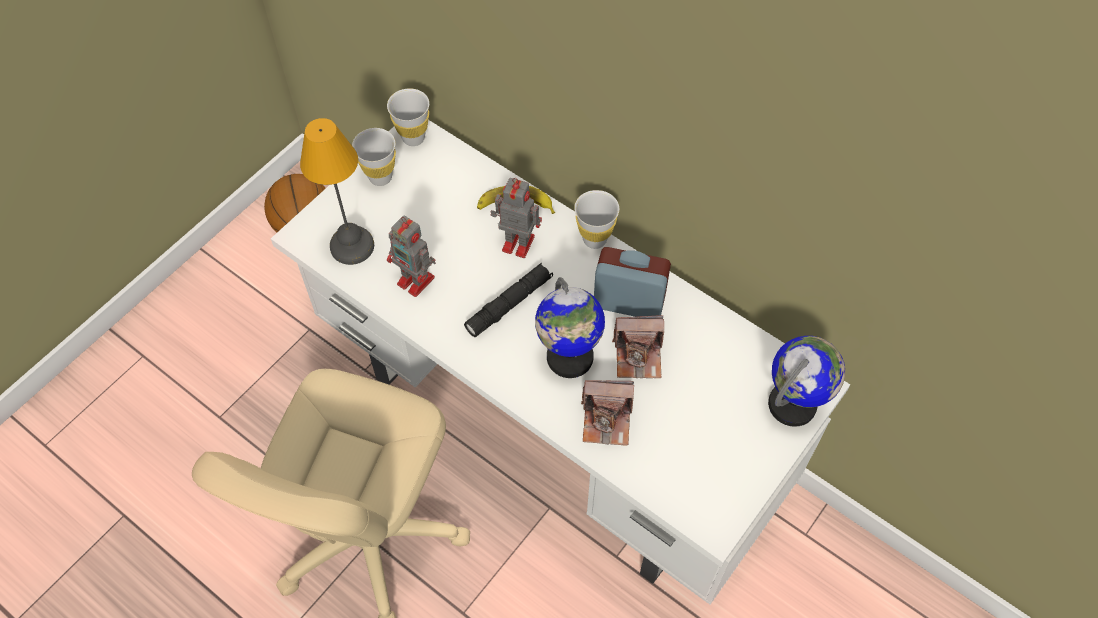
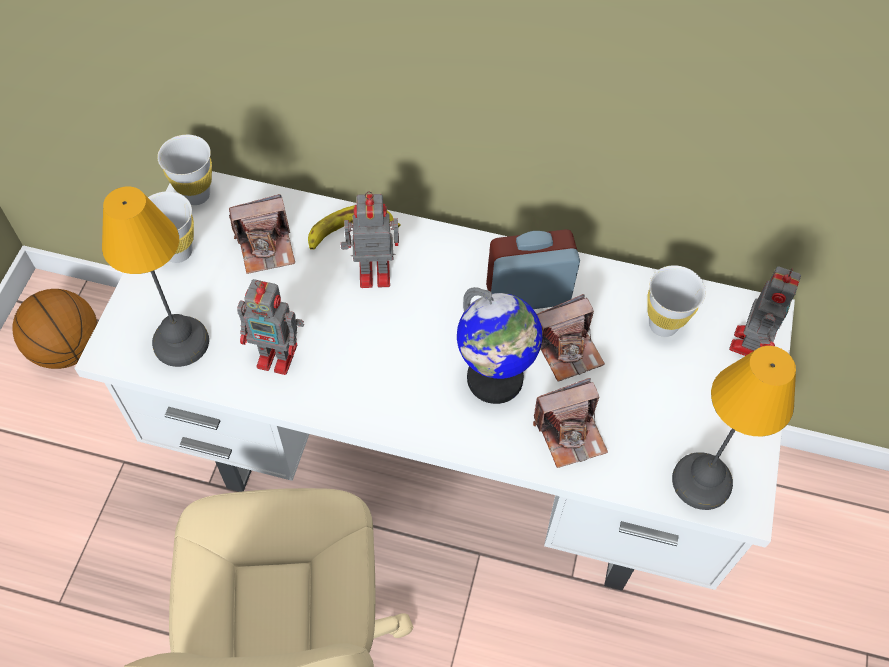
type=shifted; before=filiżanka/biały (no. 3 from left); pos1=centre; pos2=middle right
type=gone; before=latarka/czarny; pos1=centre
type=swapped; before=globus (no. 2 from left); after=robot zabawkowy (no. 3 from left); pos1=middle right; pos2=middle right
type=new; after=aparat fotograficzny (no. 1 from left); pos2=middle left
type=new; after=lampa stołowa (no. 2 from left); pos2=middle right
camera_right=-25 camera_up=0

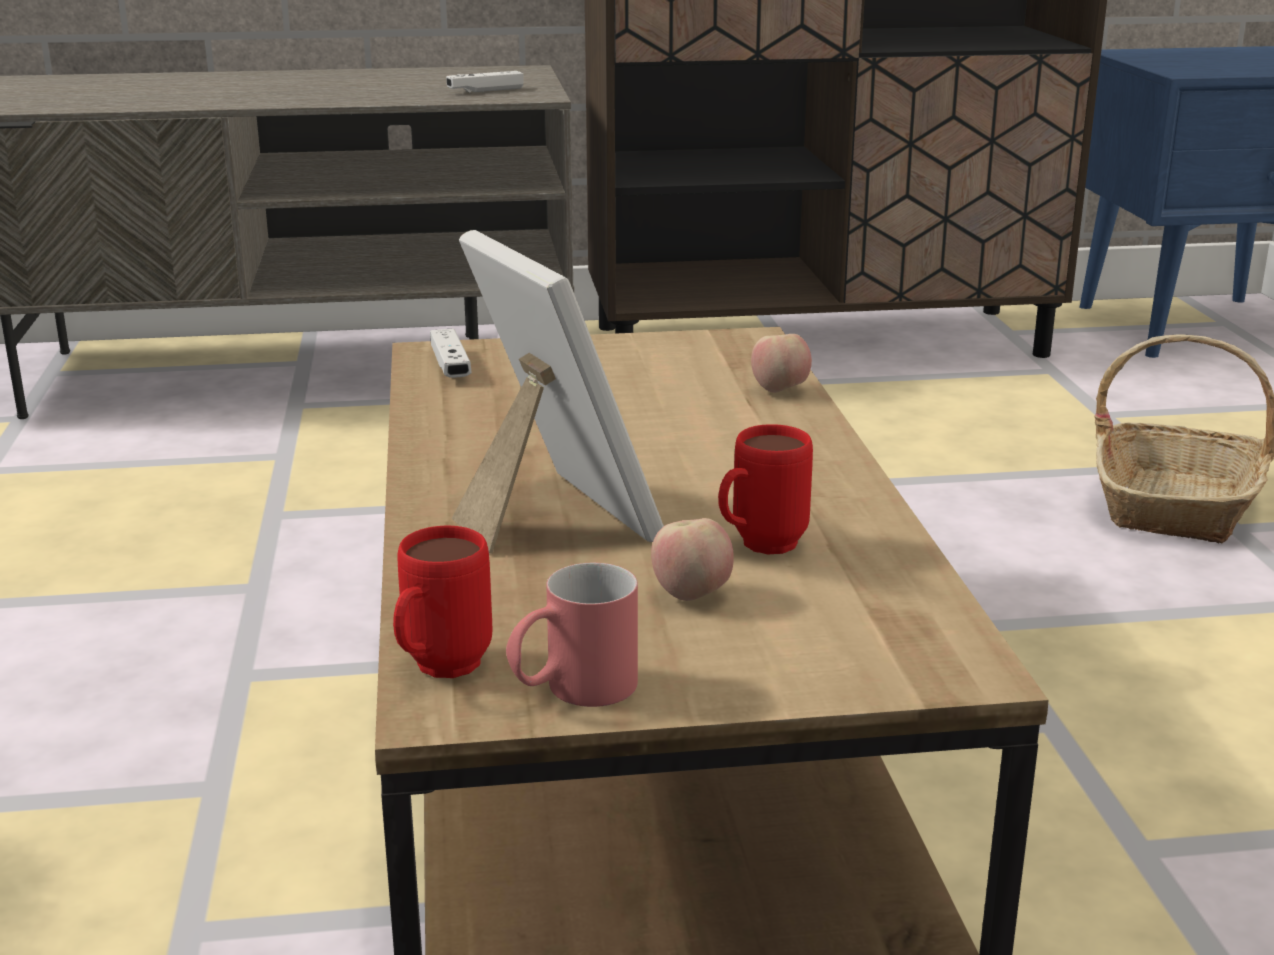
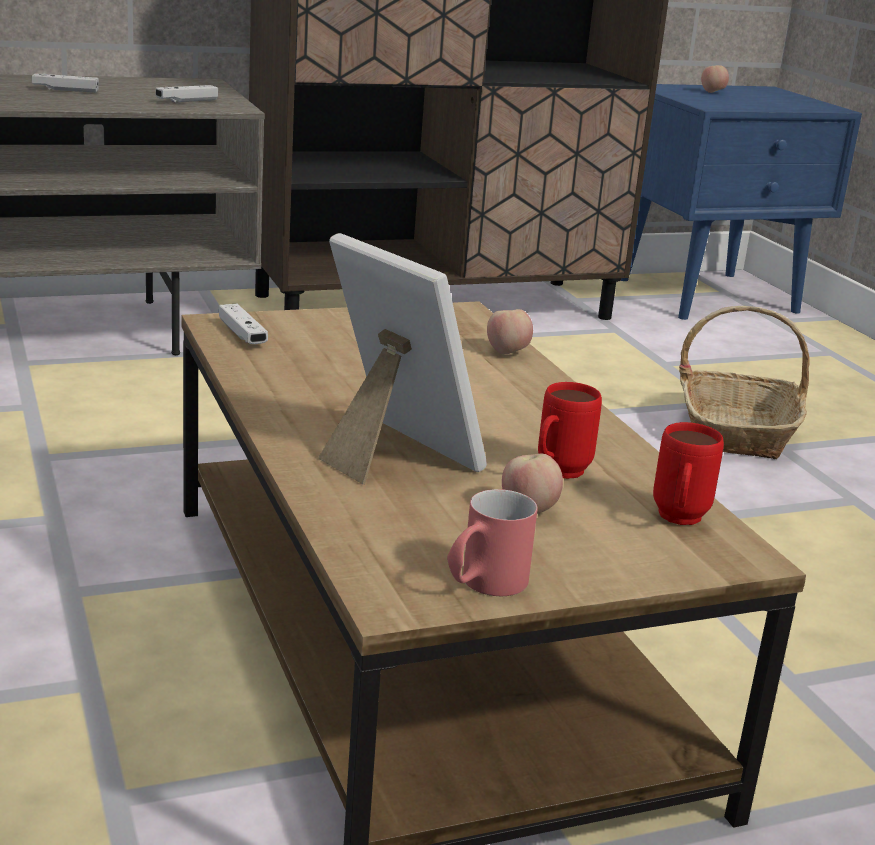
type=shifted; before=kubek/czerwony (no. 1 from left in the first image); after=kubek/czerwony (no. 3 from left); pos1=centre; pos2=middle right
type=new; after=jabłko (no. 3 from left); pos2=top right
type=new; after=pad do gier/biały (no. 1 from left); pos2=top left
camera_right=-15 camera_up=0

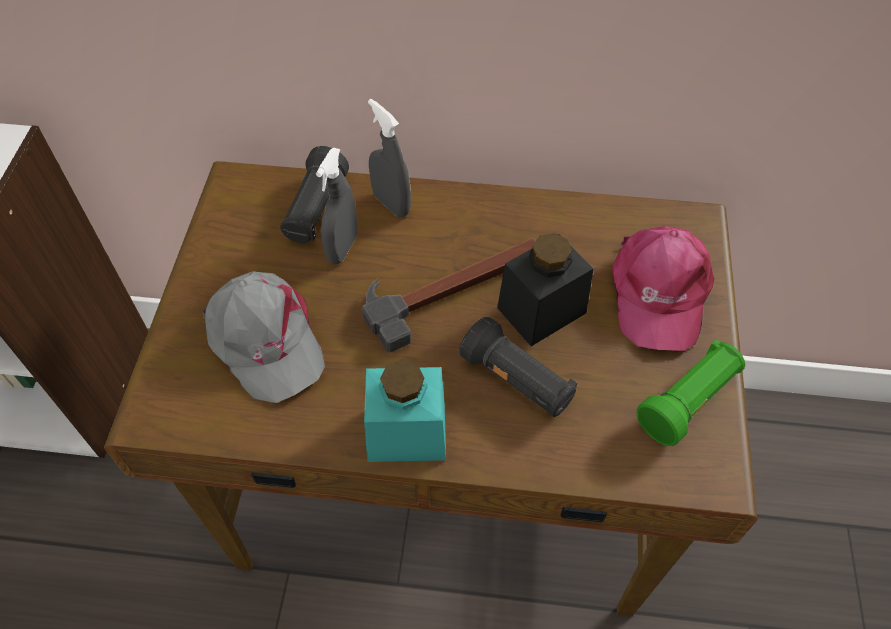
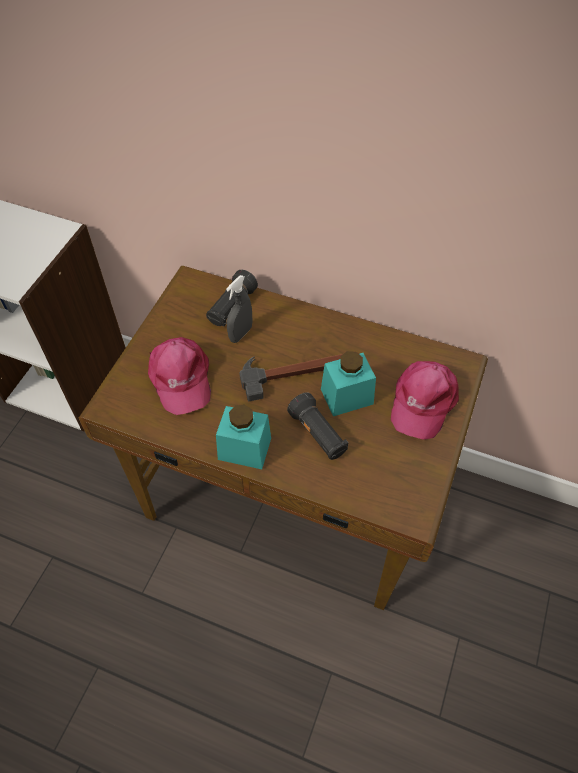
type=gone; before=spryskiwacz/szary (no. 2 from left); pos1=top centre
type=repainted; before=słoik/czarny; after=słoik/turkusowy (no. 2 from left); pos1=centre; pos2=centre
type=repainted; before=czapka z daszkiem/szary; after=czapka z daszkiem/różowy (no. 1 from left); pos1=middle left; pos2=middle left
type=gone; before=latarka/zielony; pos1=middle right
camera_right=15 camera_up=0

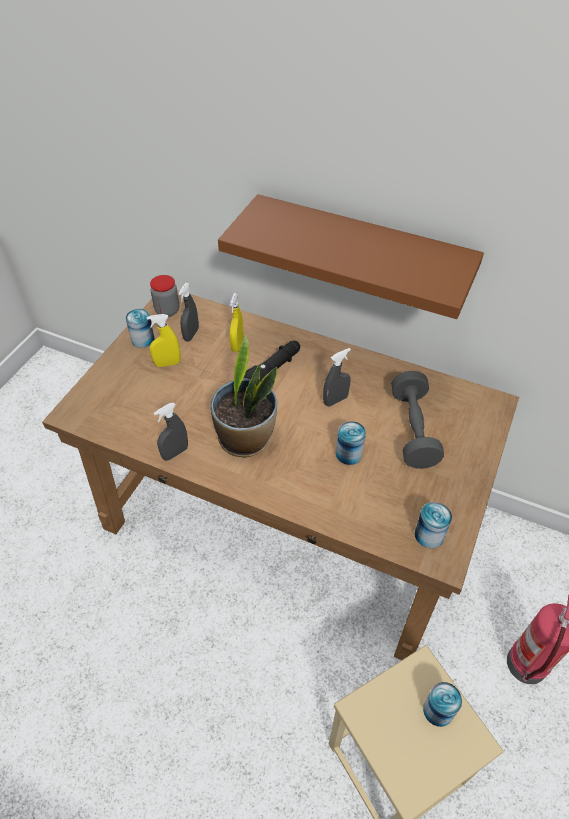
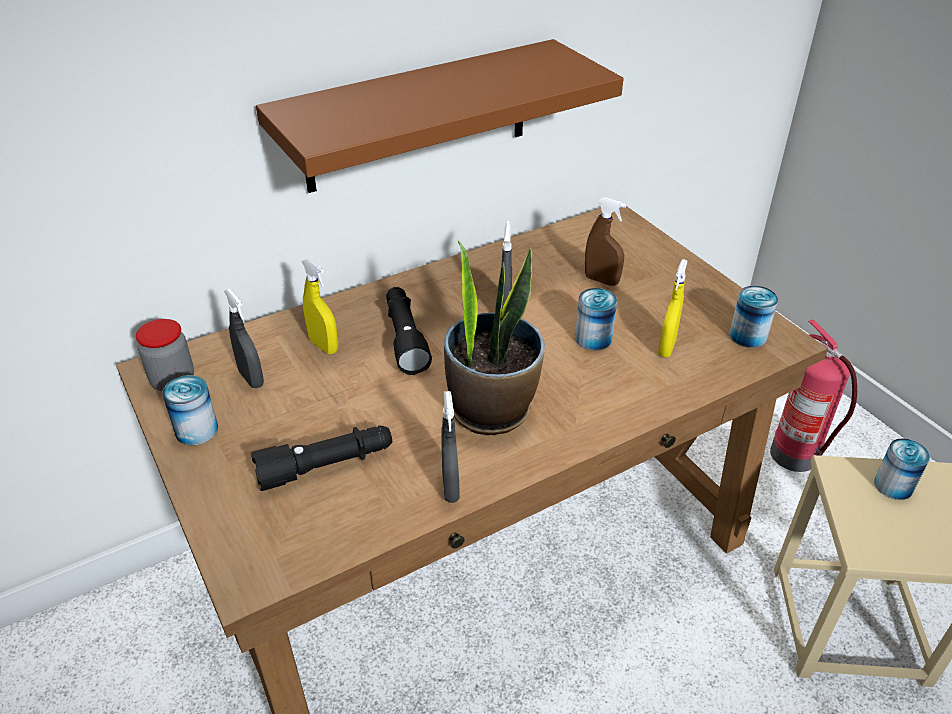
type=shifted; before=spryskiwacz/żółty (no. 1 from left in the first image); after=spryskiwacz/żółty (no. 2 from left); pos1=middle left; pos2=middle right
type=swapped; before=hantel/szary; after=spryskiwacz/brązowy; pos1=middle right; pos2=centre
type=new; after=latarka/czarny (no. 1 from left); pos2=centre
camera_right=-55 camera_up=-10

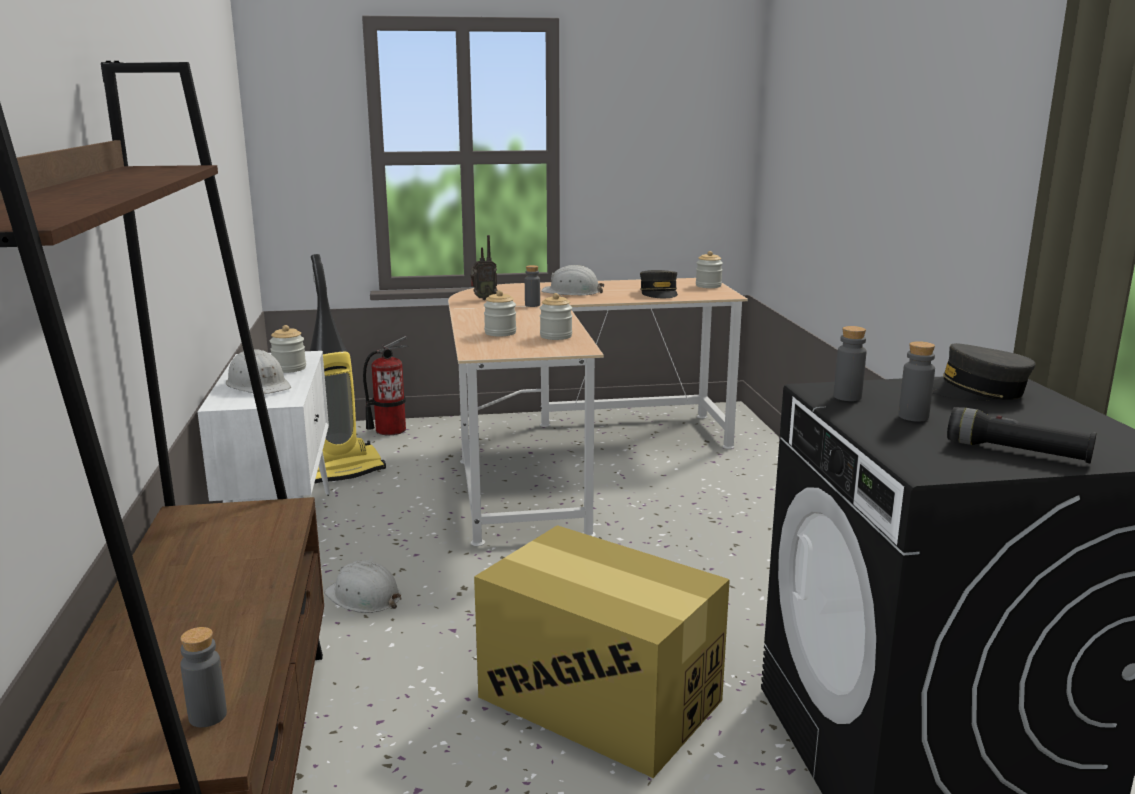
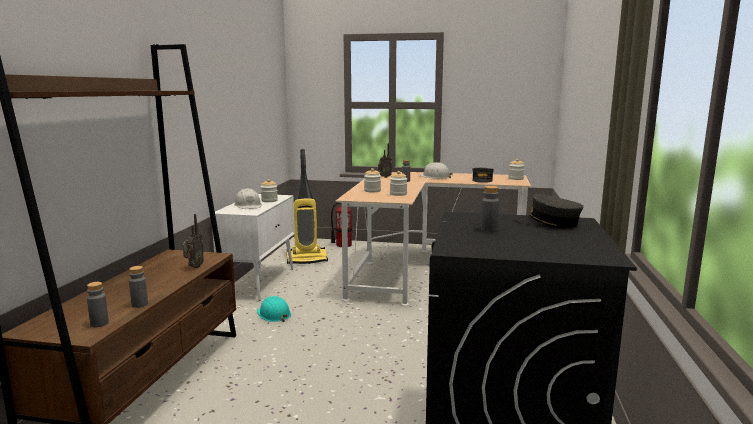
type=shifted; before=butelka/szary (no. 3 from left in the first image); after=butelka/szary (no. 2 from left); pos1=middle right; pos2=bottom left
type=gone; before=latarka/czarny; pos1=middle right
type=gone; before=karton; pos1=bottom centre
type=repainted; before=kask/biały (no. 2 from left); after=kask/turkusowy; pos1=bottom left; pos2=bottom centre
type=new; after=radio (no. 1 from left); pos2=middle left
camera_right=20 camera_up=-5

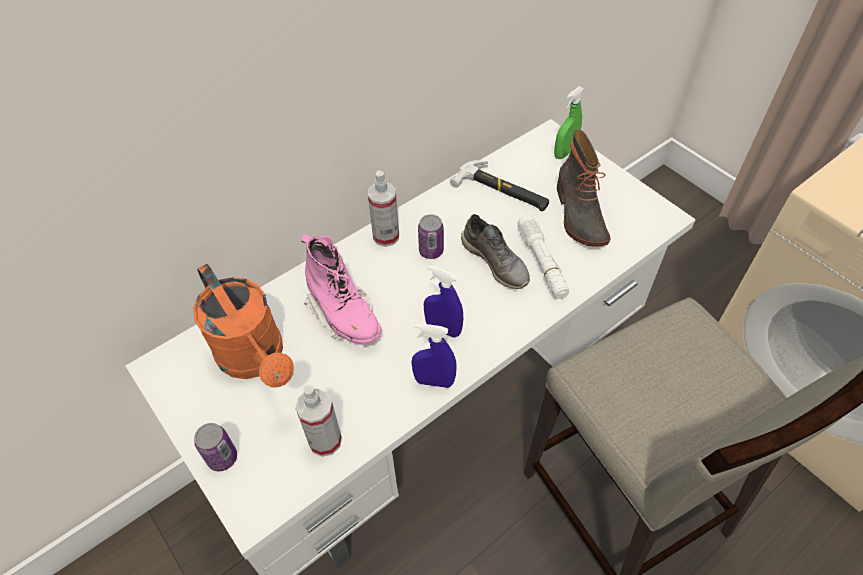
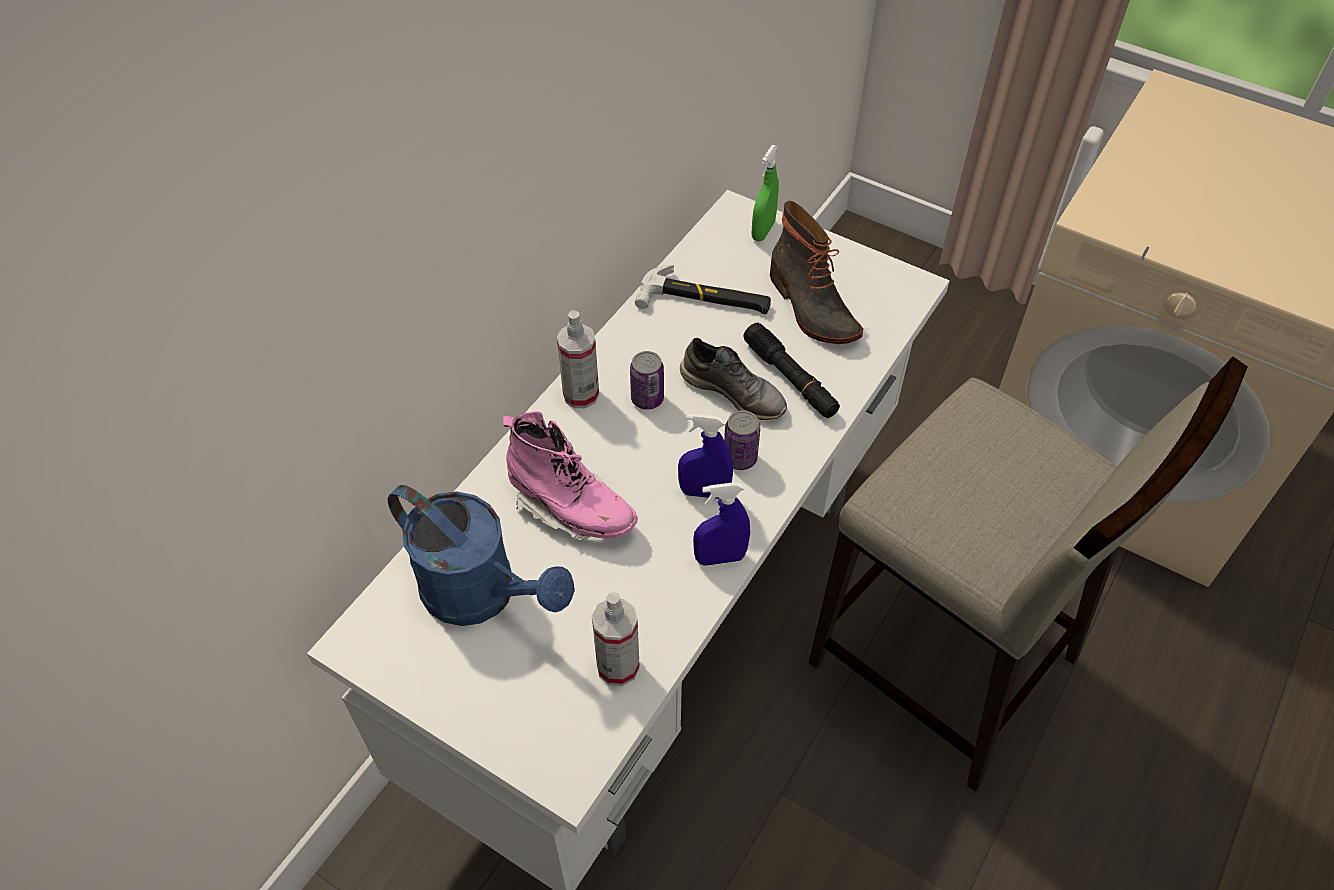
type=repainted; before=latarka/biały; after=latarka/czarny; pos1=centre; pos2=centre
type=repainted; before=konewka/pomarańczowy; after=konewka/niebieski; pos1=middle left; pos2=centre
type=shifted; before=puszka (no. 1 from left in the first image); after=puszka (no. 2 from left); pos1=bottom left; pos2=centre
camera_right=-20 camera_up=0

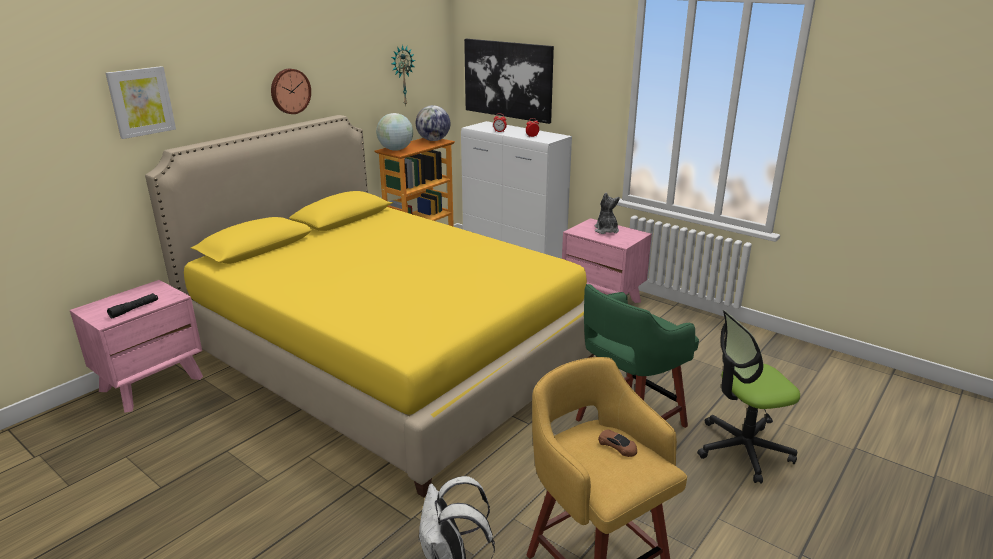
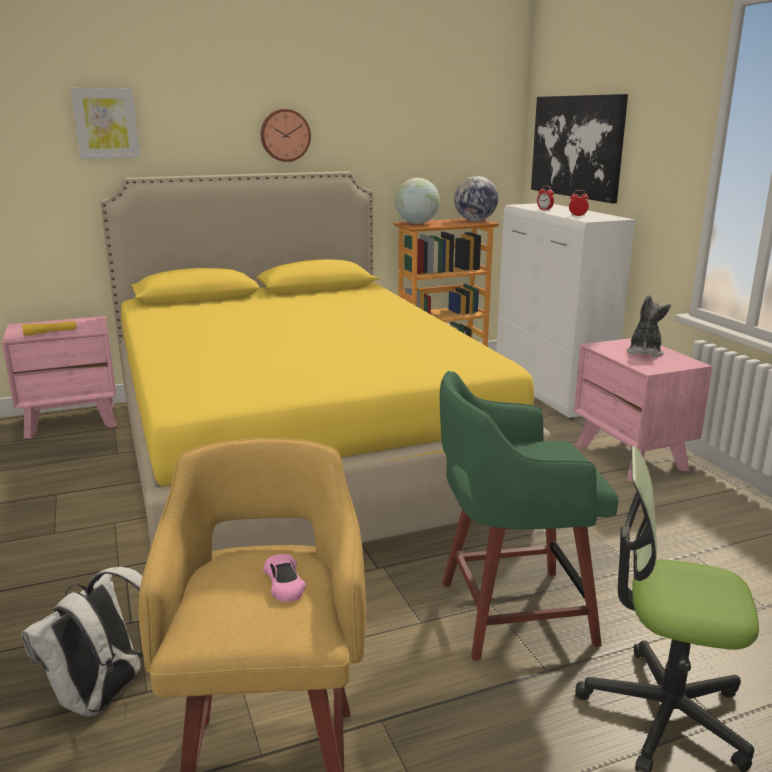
type=gone; before=zegar ścienny (no. 2 from left); pos1=top centre
type=repainted; before=latarka/czarny; after=latarka/żółty; pos1=middle left; pos2=middle left
type=repainted; before=samochodzik/brązowy; after=samochodzik/różowy; pos1=bottom centre; pos2=bottom centre
camera_right=30 camera_up=-5

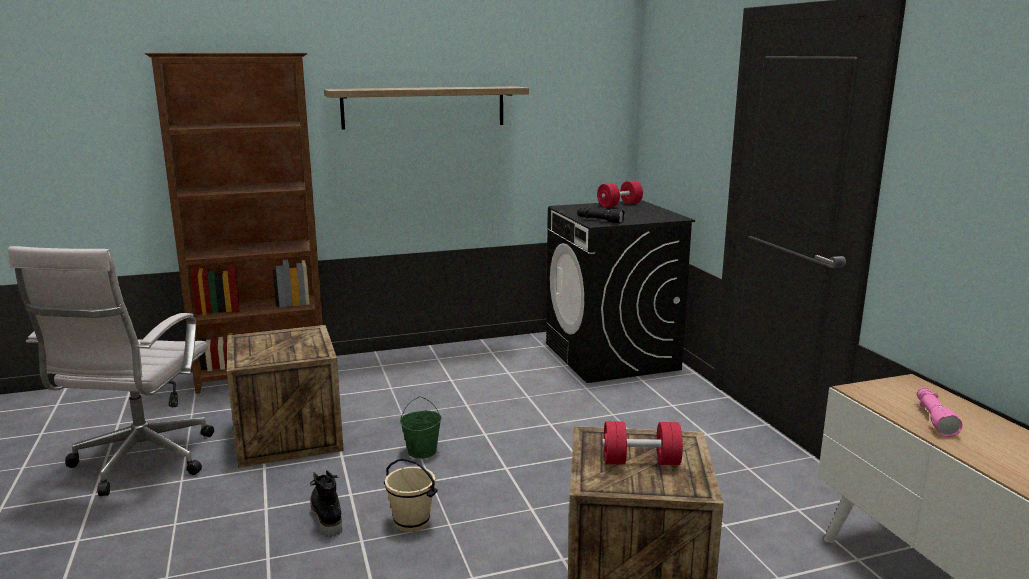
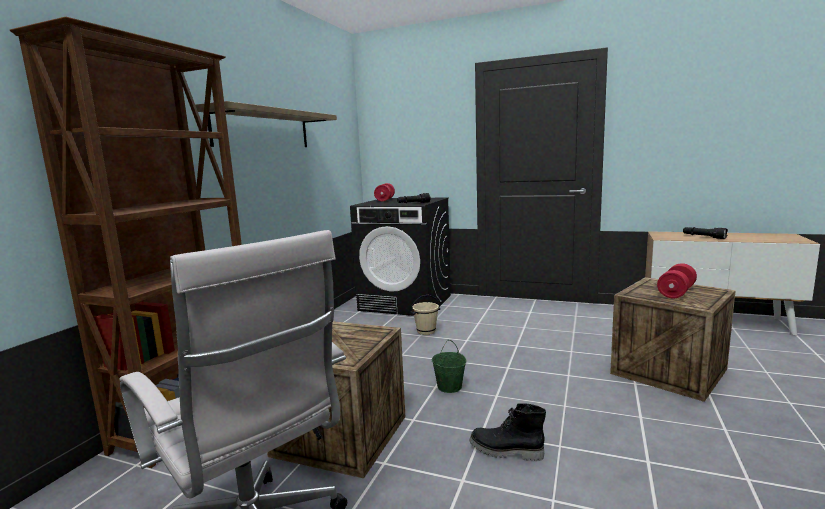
type=repainted; before=latarka/różowy; after=latarka/czarny (no. 2 from left); pos1=bottom right; pos2=middle right
type=shifted; before=wiadro/beżowy; pos1=bottom centre; pos2=centre
camera_right=-50 camera_up=-5

